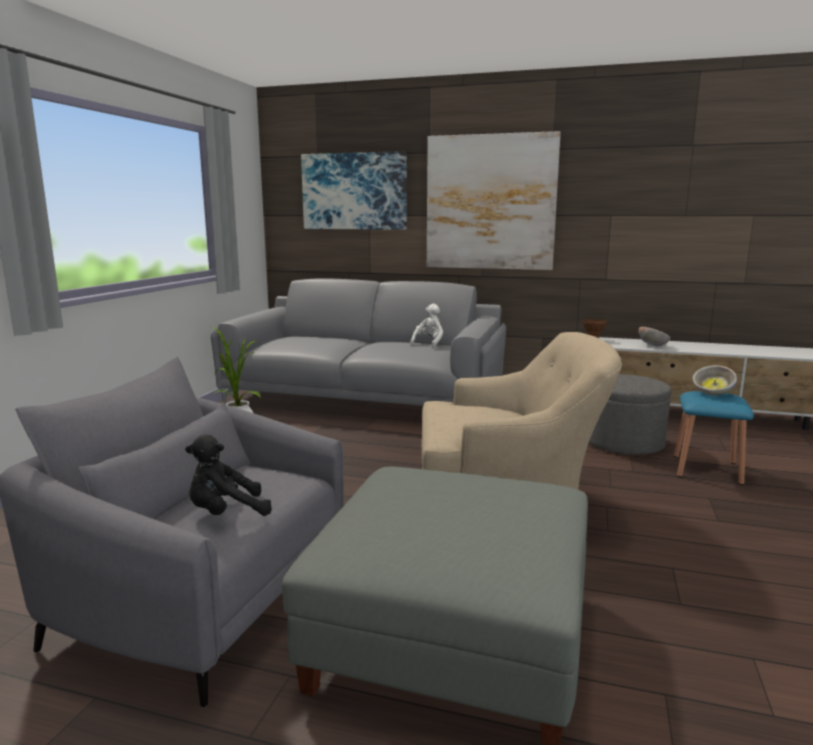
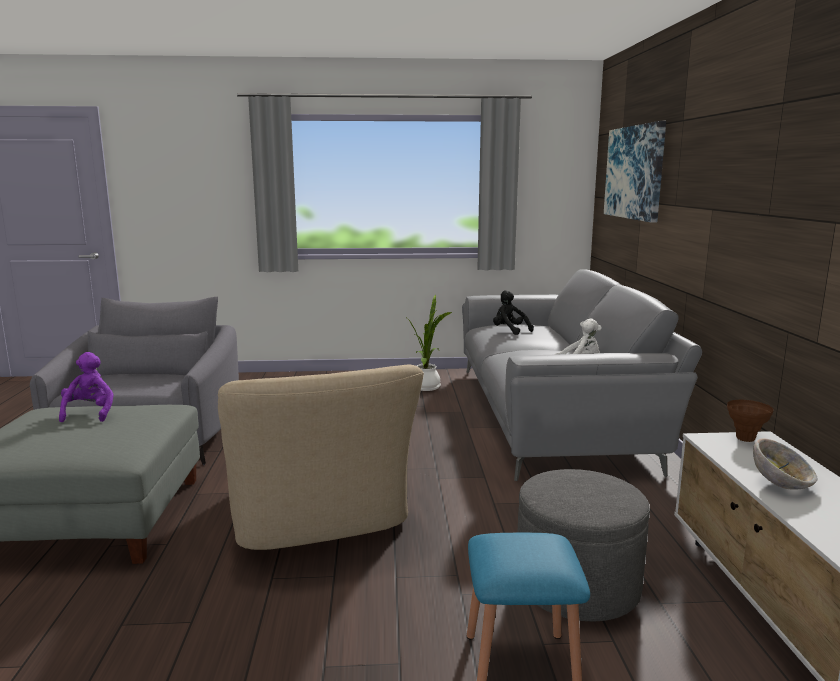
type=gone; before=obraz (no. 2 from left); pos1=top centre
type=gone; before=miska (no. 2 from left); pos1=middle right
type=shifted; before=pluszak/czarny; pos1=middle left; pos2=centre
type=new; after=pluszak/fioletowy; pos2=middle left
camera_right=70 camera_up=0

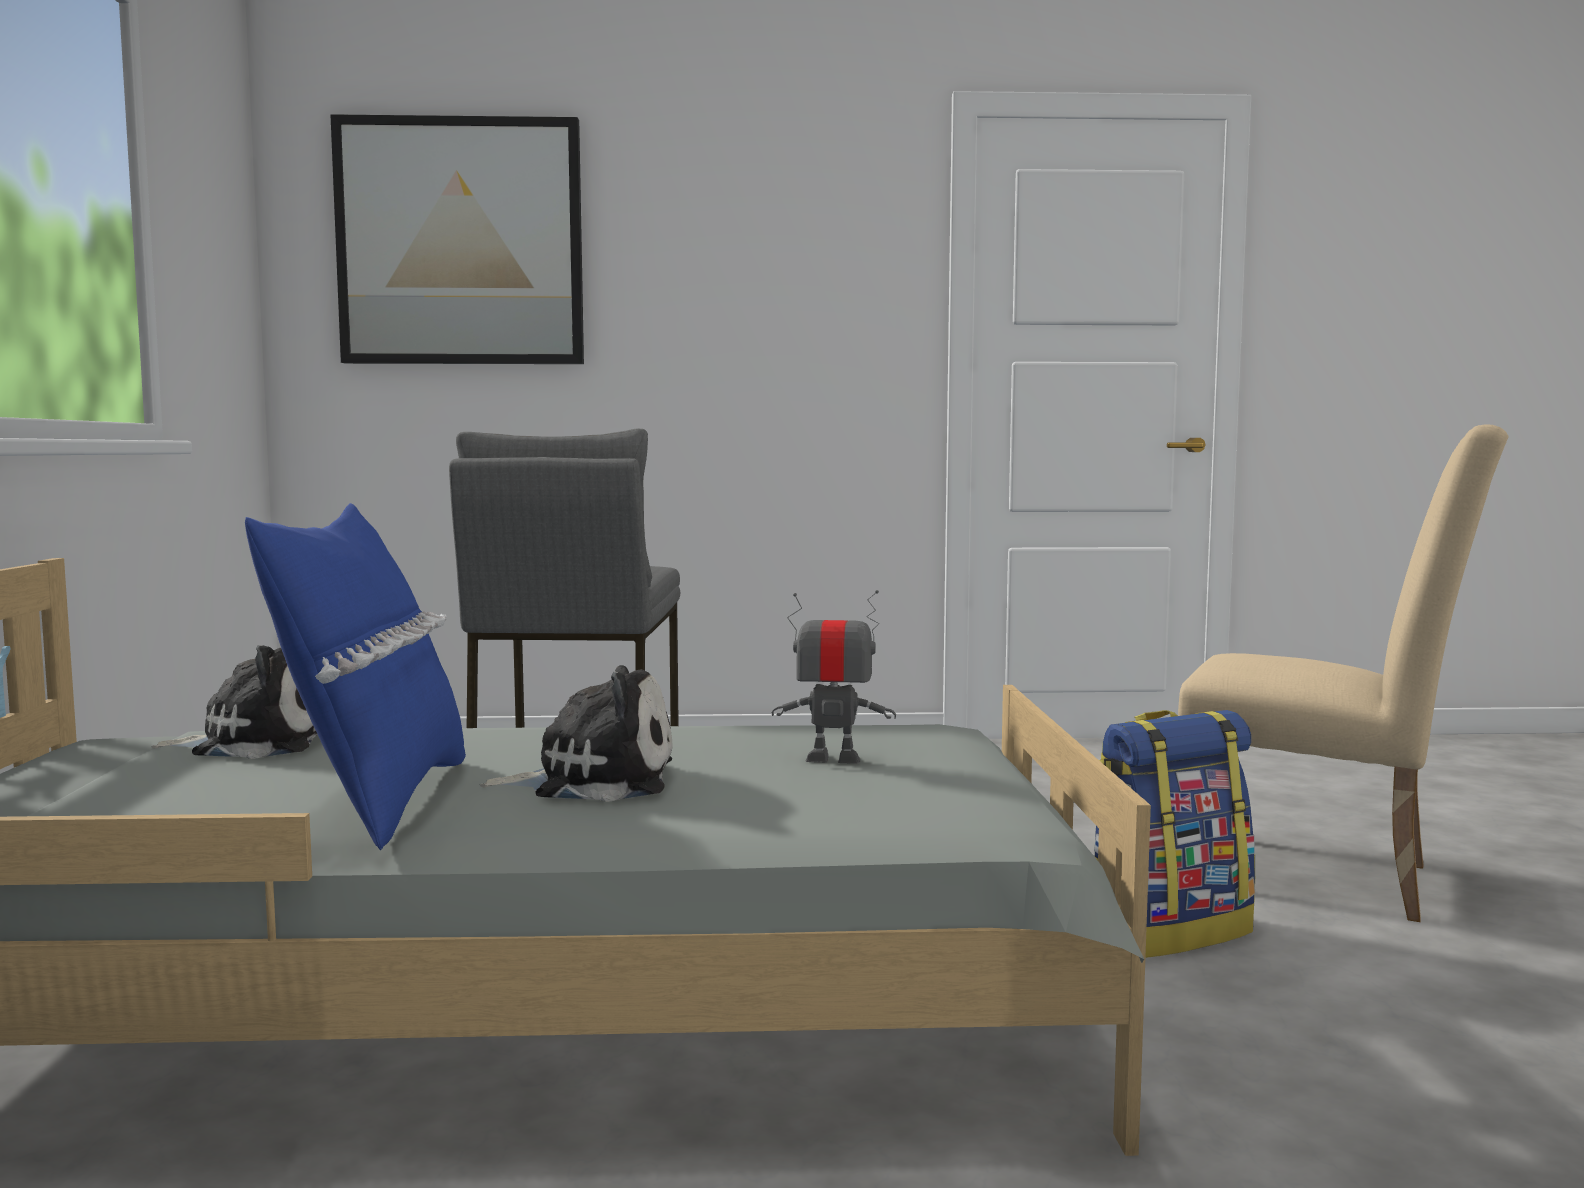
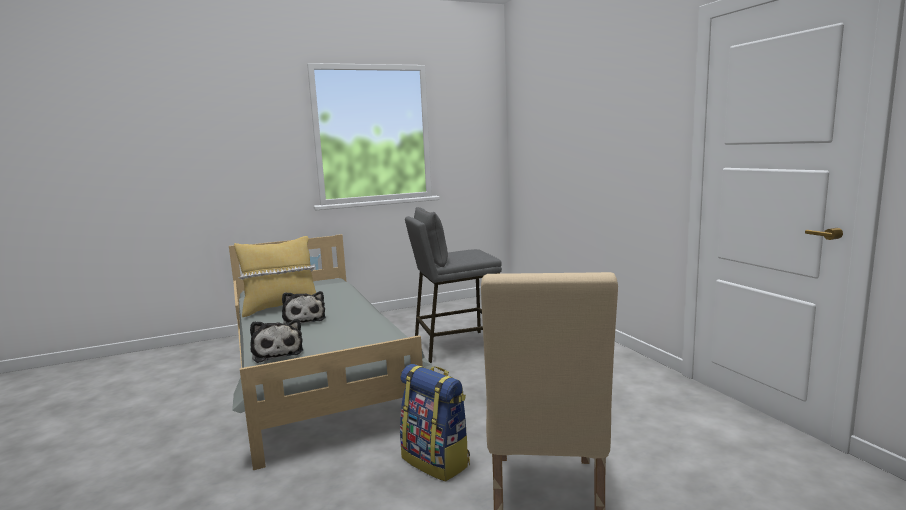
type=gone; before=obraz; pos1=top left
type=repainted; before=poduszka/niebieski; after=poduszka/żółty; pos1=middle left; pos2=middle left
type=gone; before=robot zabawkowy; pos1=centre
type=shifted; before=pluszak (no. 1 from left); pos1=middle left; pos2=bottom left
camera_right=70 camera_up=5

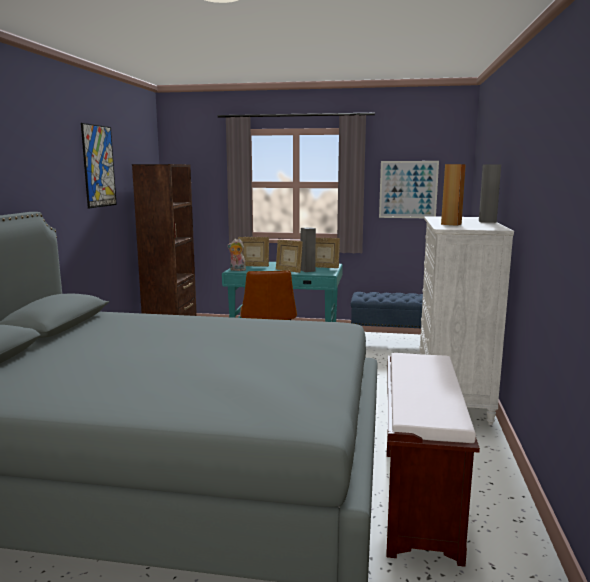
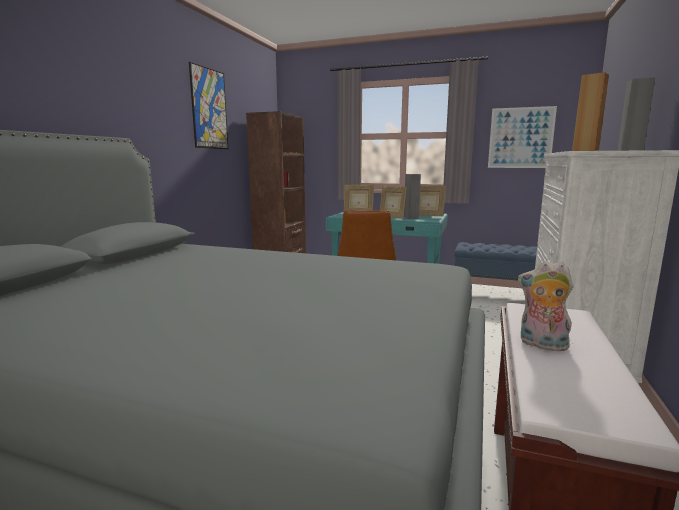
type=shifted; before=pluszak; pos1=centre; pos2=middle right
camera_right=10 camera_up=0

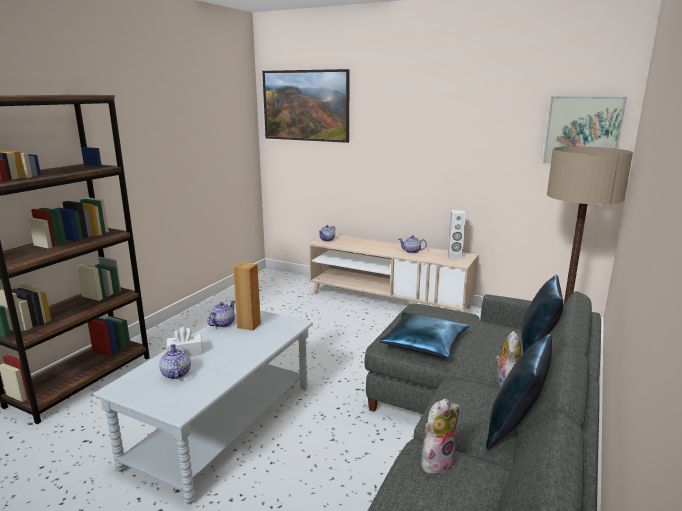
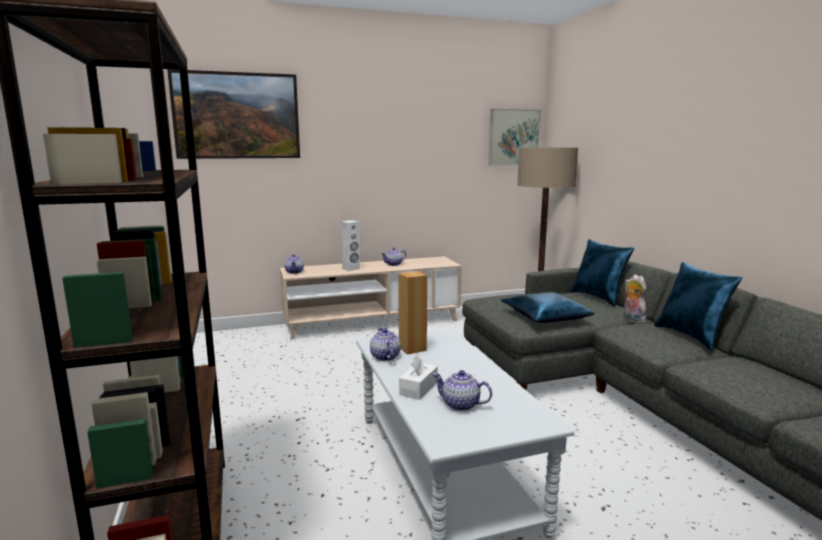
type=shifted; before=głośnik/biały; pos1=middle right; pos2=centre
type=gone; before=pluszak (no. 1 from left); pos1=bottom centre
camera_right=-45 camera_up=-5

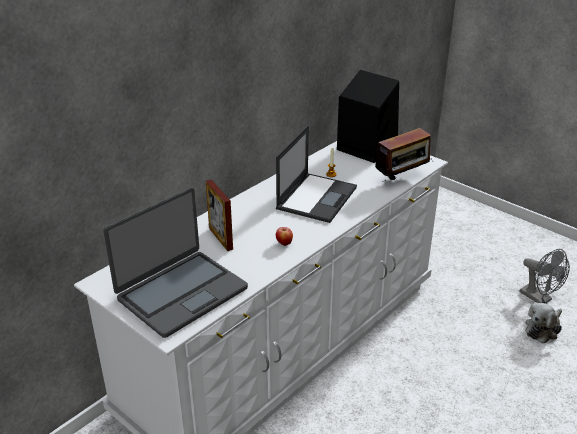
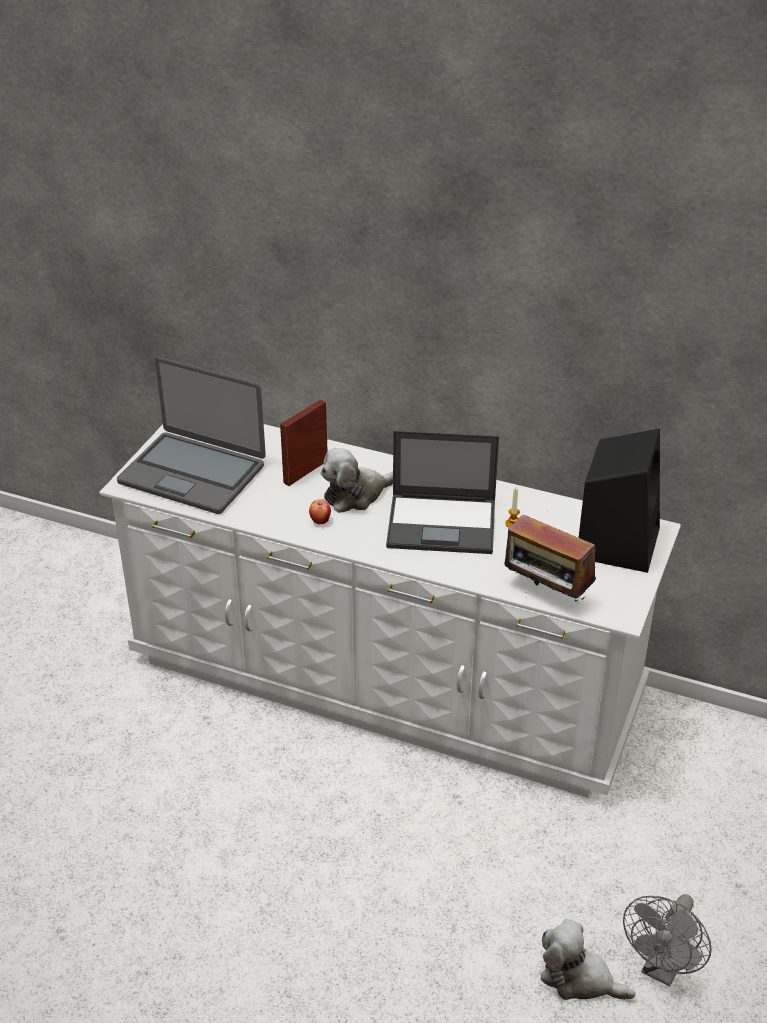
type=new; after=pluszak (no. 1 from left); pos2=centre
camera_right=70 camera_up=5

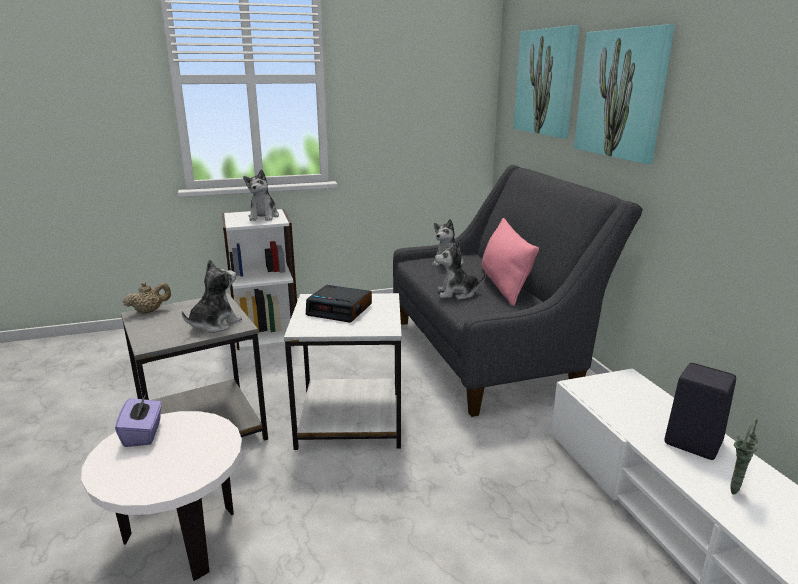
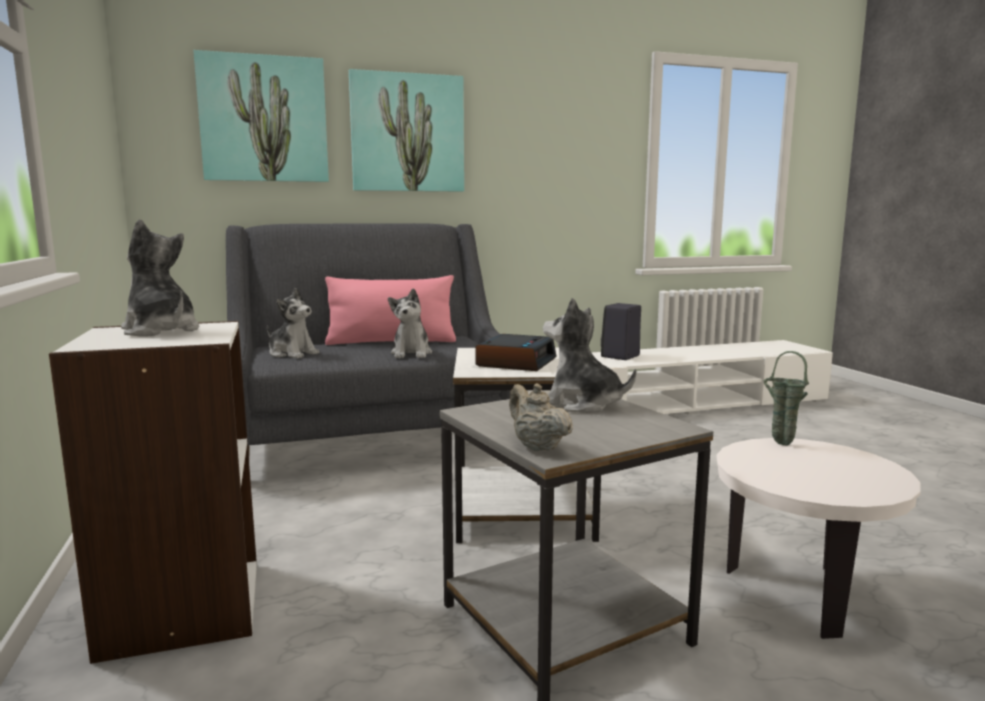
type=rotated; before=pluszak (no. 2 from left in the first image); pos1=middle left; pos2=middle left; turn=-135
type=gone; before=pudełko chusteczek/fioletowy; pos1=bottom left
type=shifted; before=wazon/zielony; pos1=bottom right; pos2=middle right
camera_right=-90 camera_up=-10

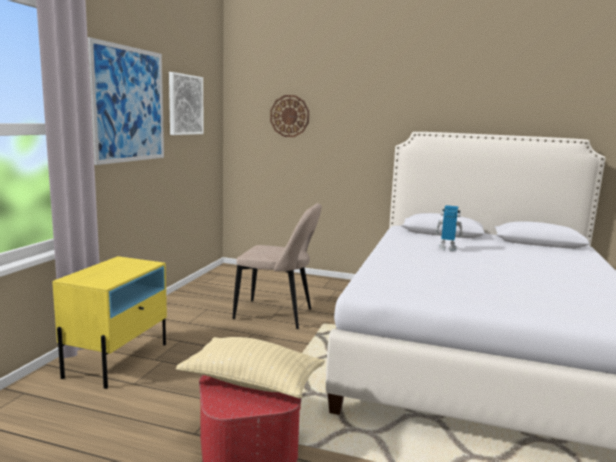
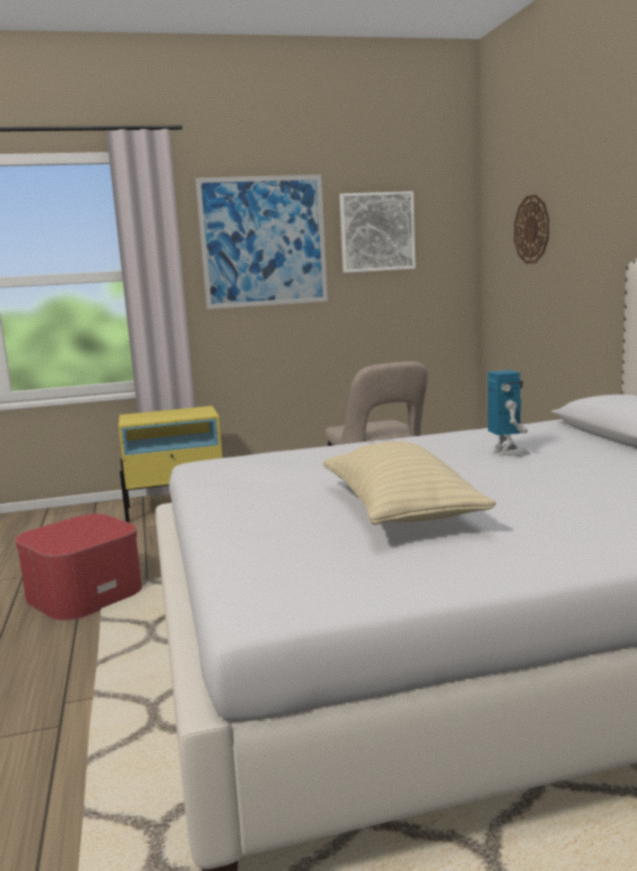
type=shifted; before=poduszka/beżowy; pos1=bottom centre; pos2=centre
camera_right=60 camera_up=0

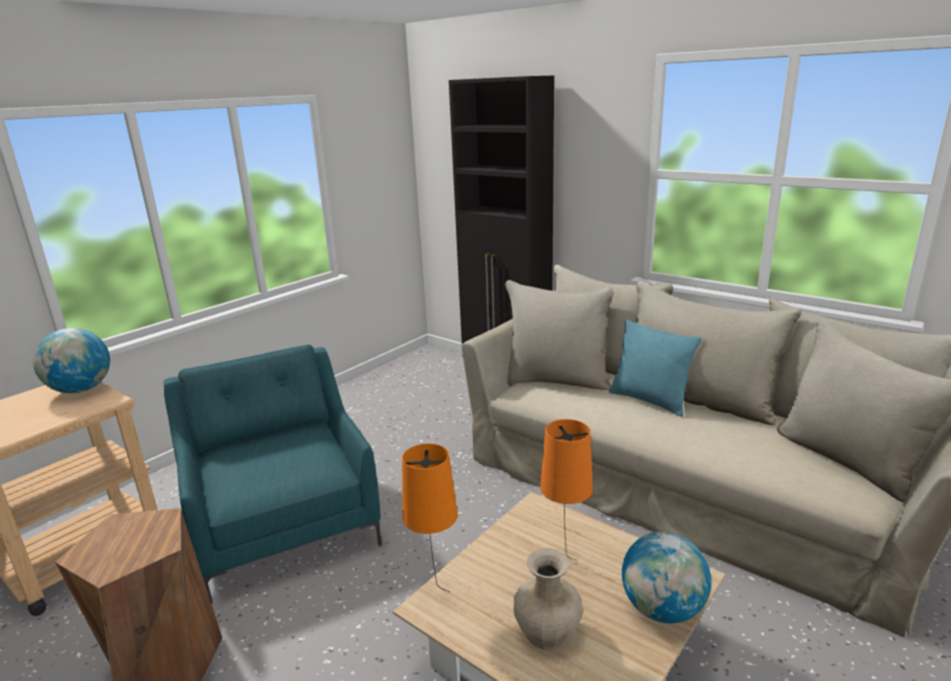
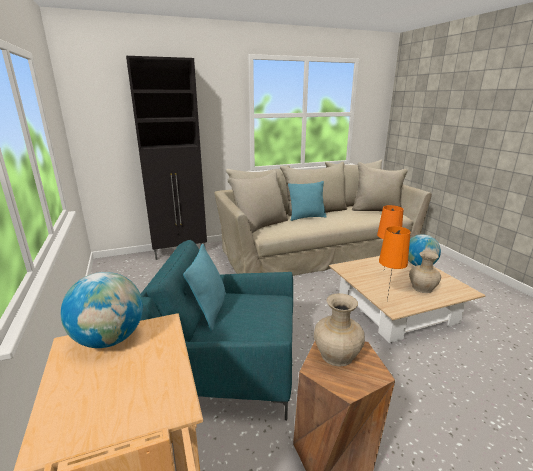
type=new; after=poduszka/turkusowy (no. 1 from left); pos2=centre
type=new; after=wazon/beżowy (no. 1 from left); pos2=bottom centre
camera_right=-60 camera_up=0

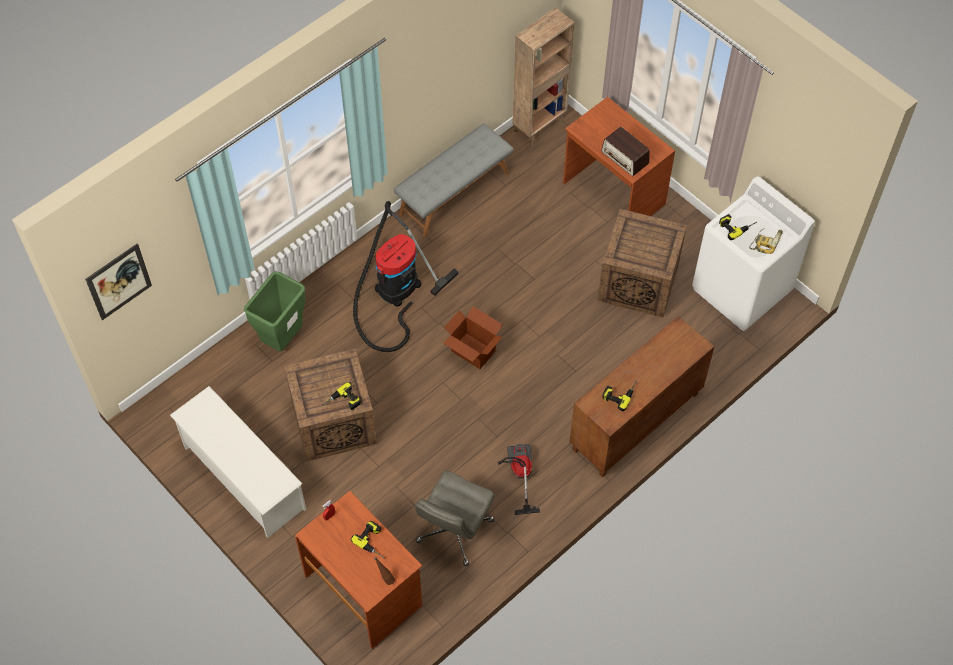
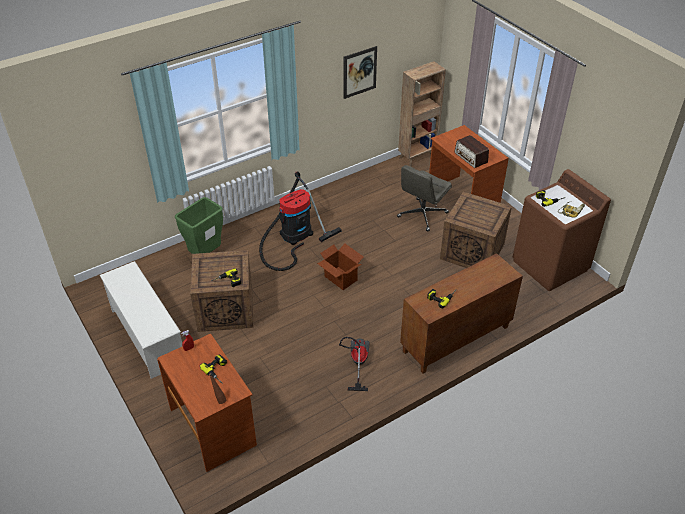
type=gone; before=ławka/szary; pos1=top centre
type=repainted; before=pralka/biały; after=pralka/brązowy; pos1=middle right; pos2=middle right
type=shifted; before=obraz; pos1=middle left; pos2=top centre
type=shifted; before=krzesło biurowe/szary; pos1=bottom centre; pos2=centre
camera_right=10 camera_up=-15

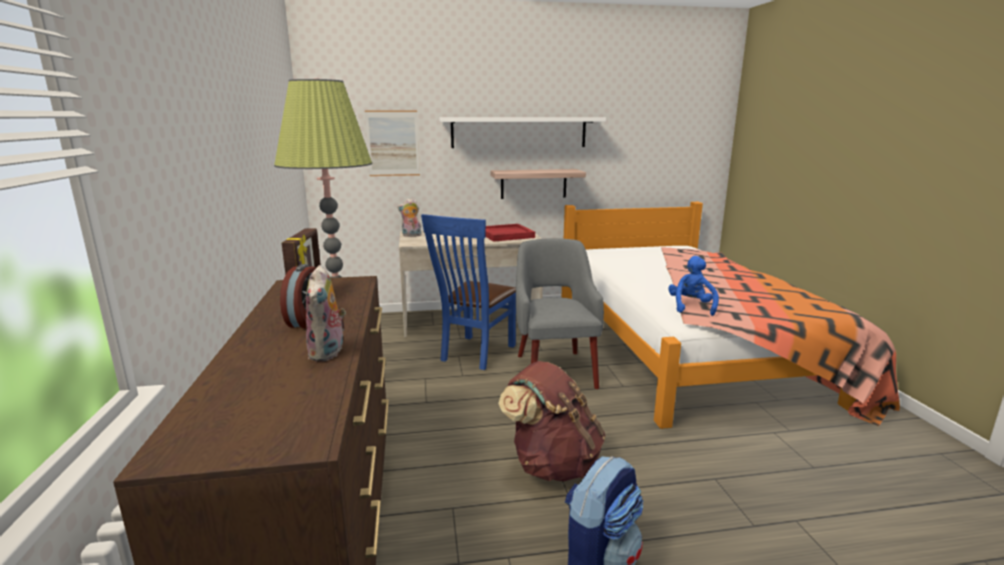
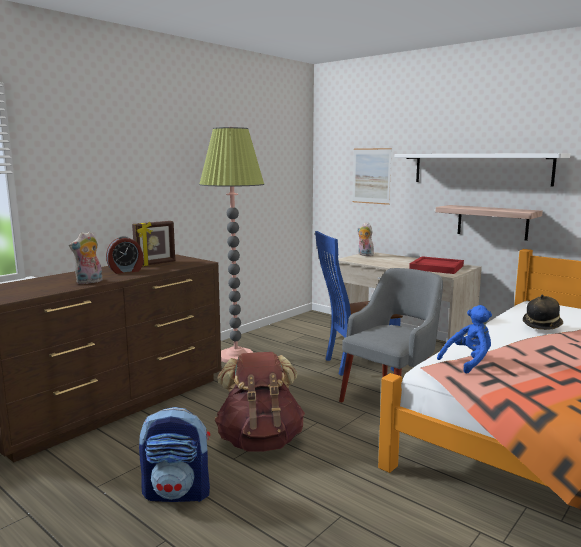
type=new; after=kapelusz; pos2=middle right
camera_right=50 camera_up=-5

